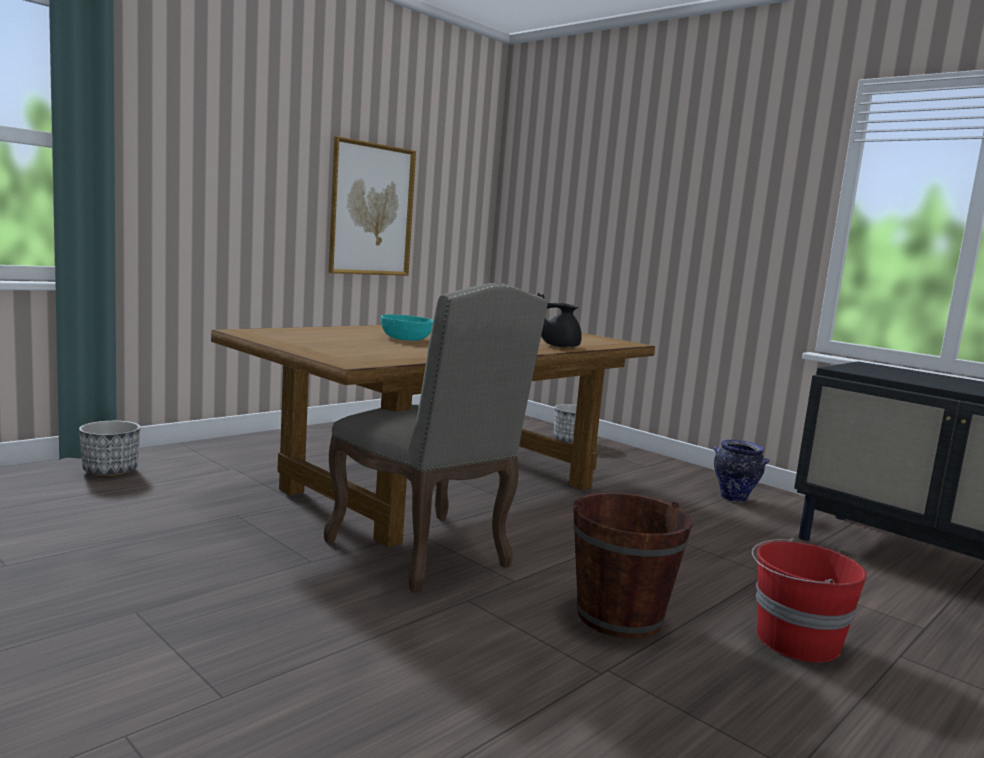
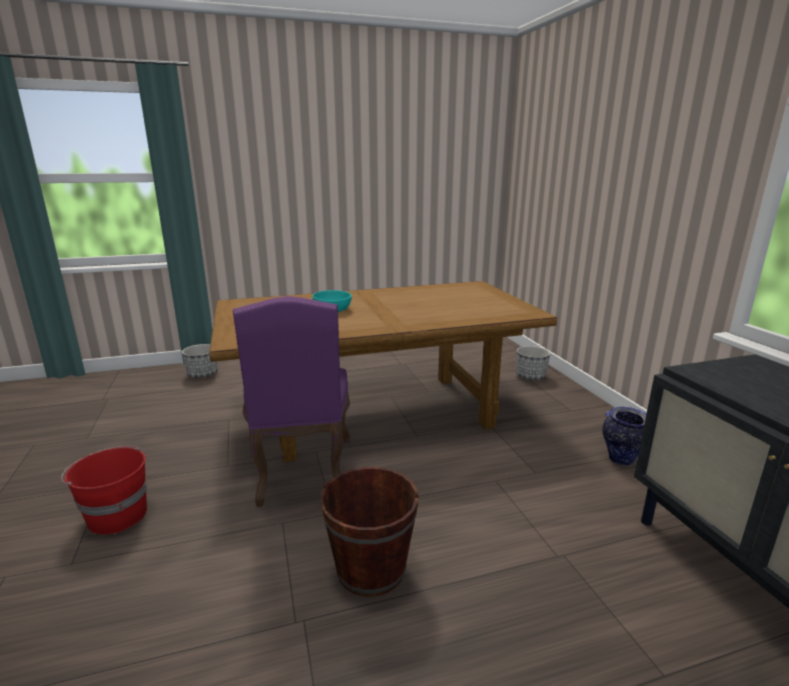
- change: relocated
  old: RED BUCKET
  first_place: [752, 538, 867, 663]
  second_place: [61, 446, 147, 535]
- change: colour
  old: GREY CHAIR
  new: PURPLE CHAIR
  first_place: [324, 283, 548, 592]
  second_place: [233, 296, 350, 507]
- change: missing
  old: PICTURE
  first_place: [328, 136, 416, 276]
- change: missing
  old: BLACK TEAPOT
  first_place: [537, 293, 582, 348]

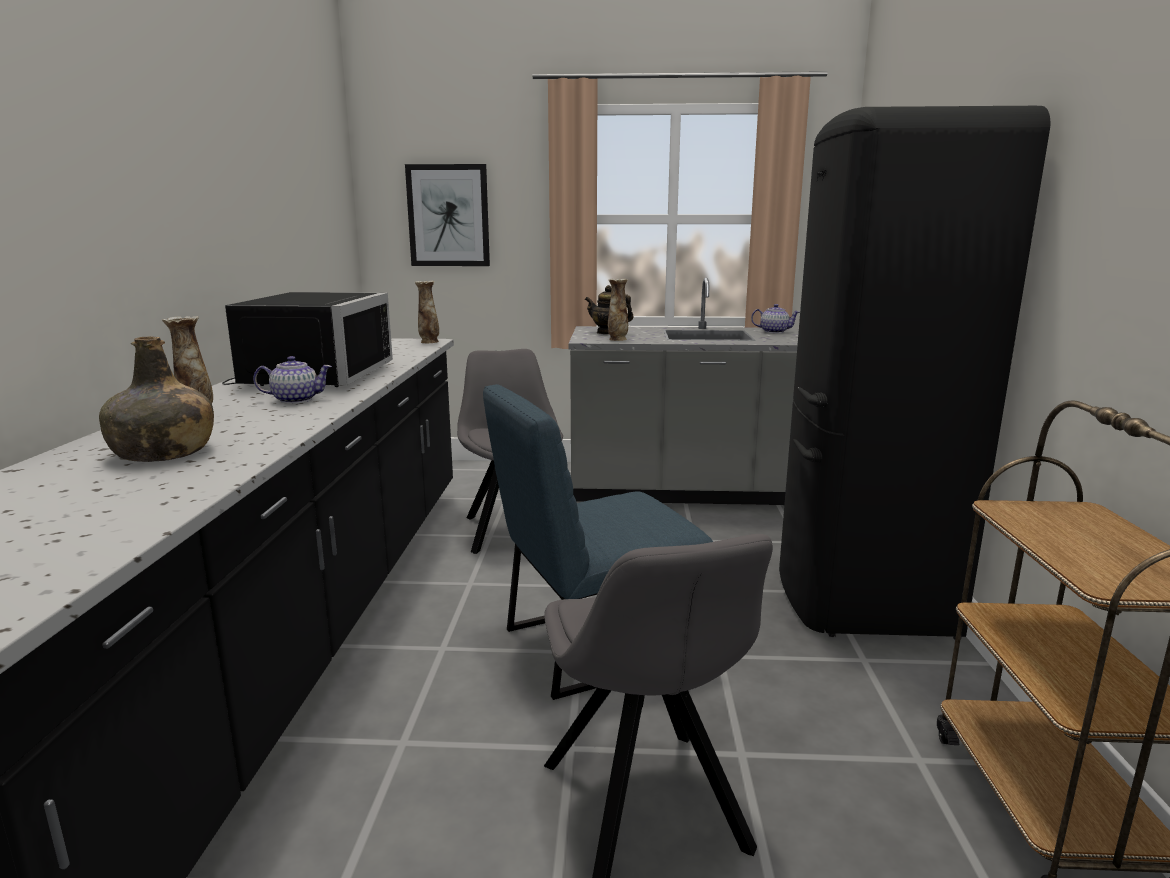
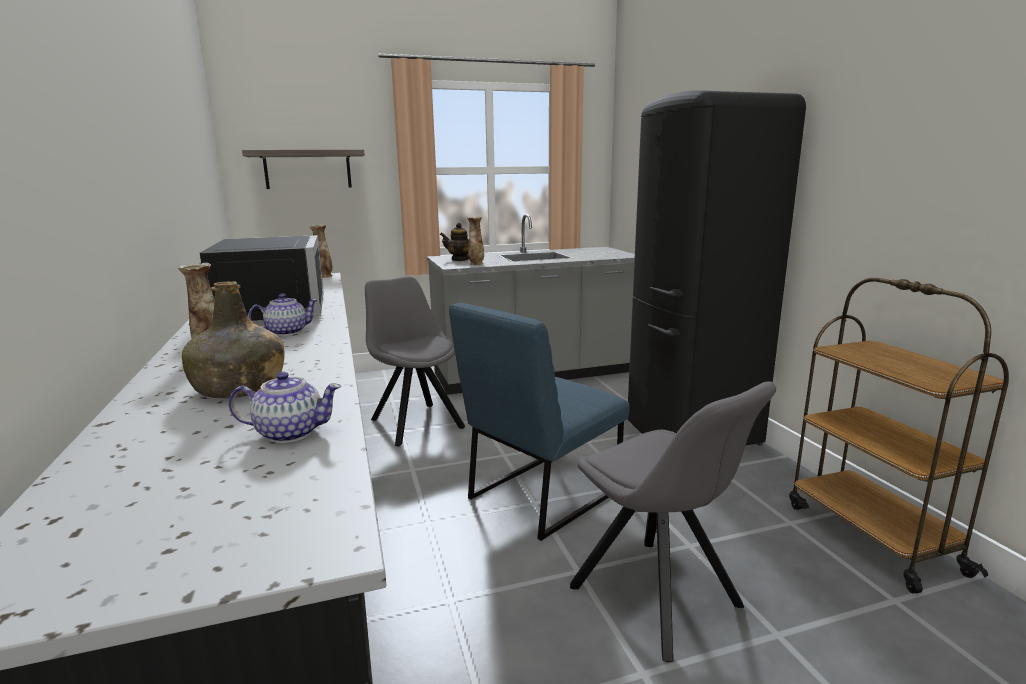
- change: relocated
  old: TEAPOT
  first_place: [751, 304, 800, 333]
  second_place: [229, 372, 341, 443]
- change: exchanged
  old: PICTURE
  new: SHELF
  first_place: [405, 164, 490, 266]
  second_place: [242, 150, 365, 189]

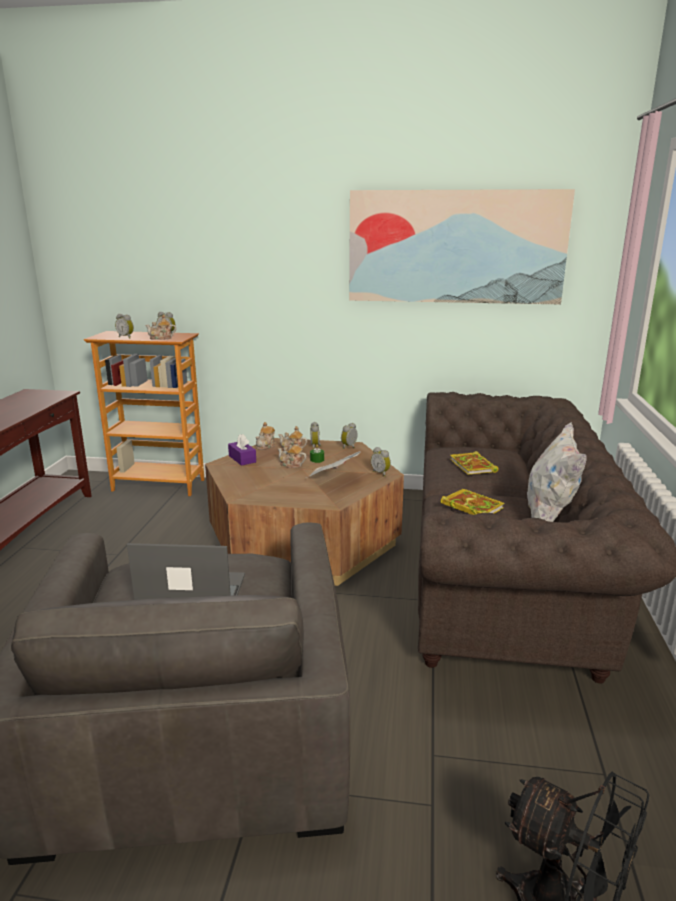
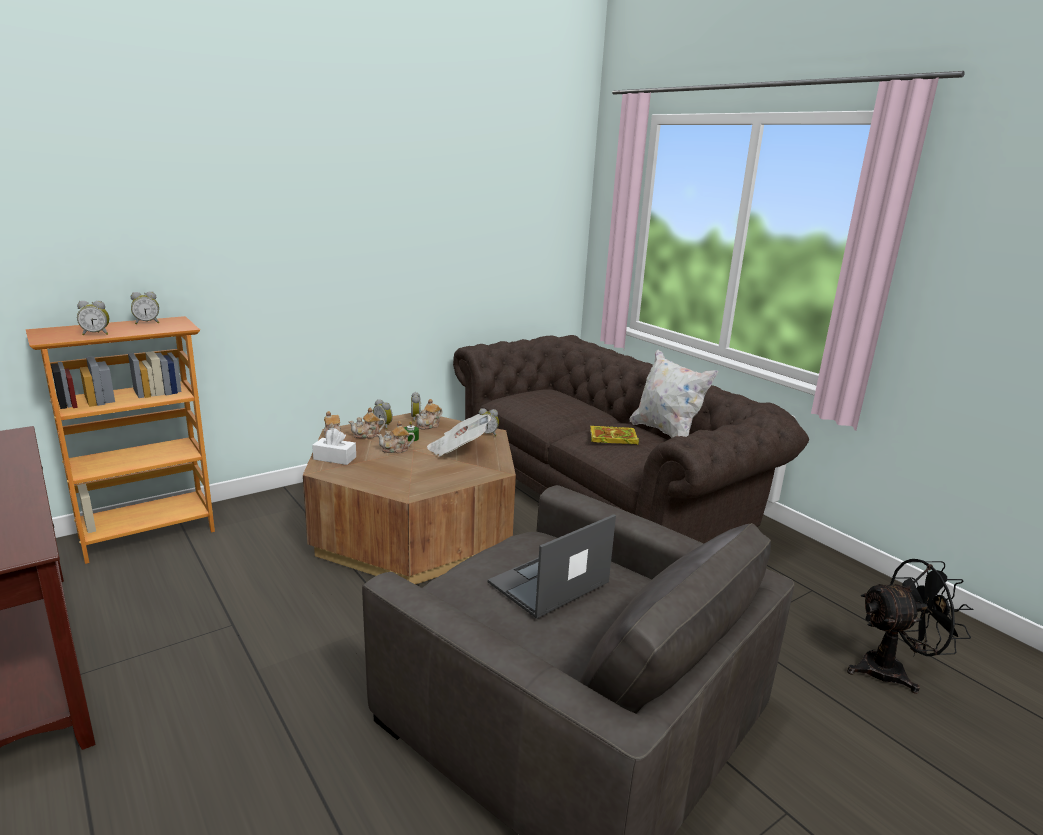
- change: colour
  old: PURPLE TISSUE BOX
  new: WHITE TISSUE BOX
  first_place: [228, 434, 256, 466]
  second_place: [312, 428, 356, 465]
- change: relocated
  old: TEAPOT
  first_place: [145, 314, 176, 340]
  second_place: [416, 399, 442, 430]
- change: missing
  old: PICTURE
  first_place: [349, 189, 575, 304]
- change: missing
  old: BOOK
  first_place: [450, 451, 499, 475]

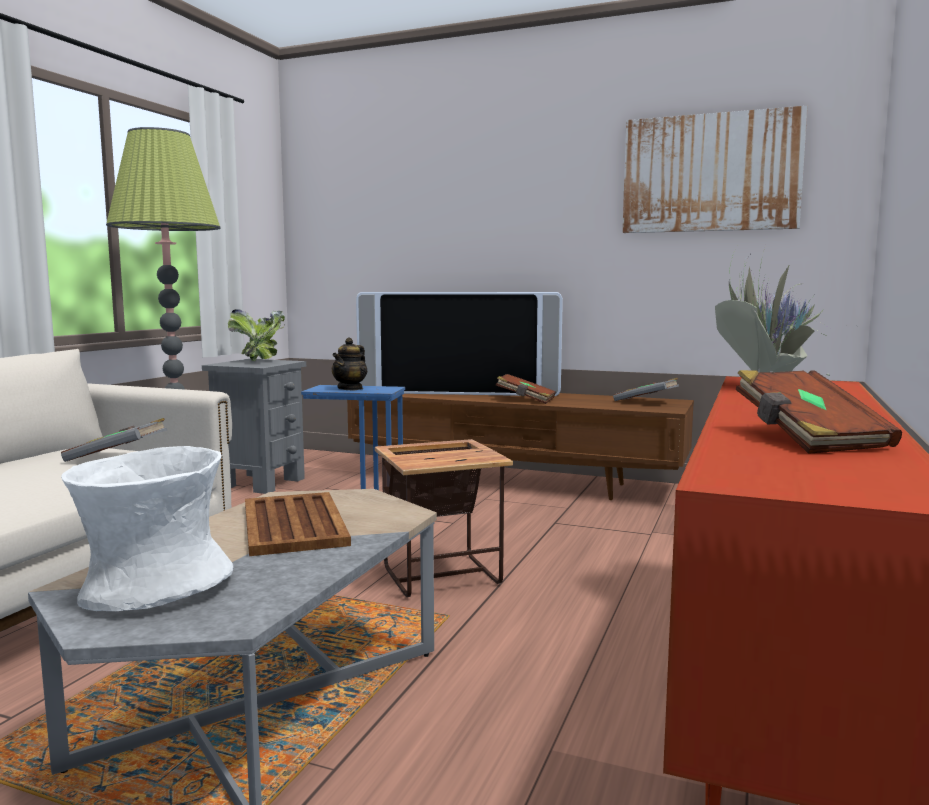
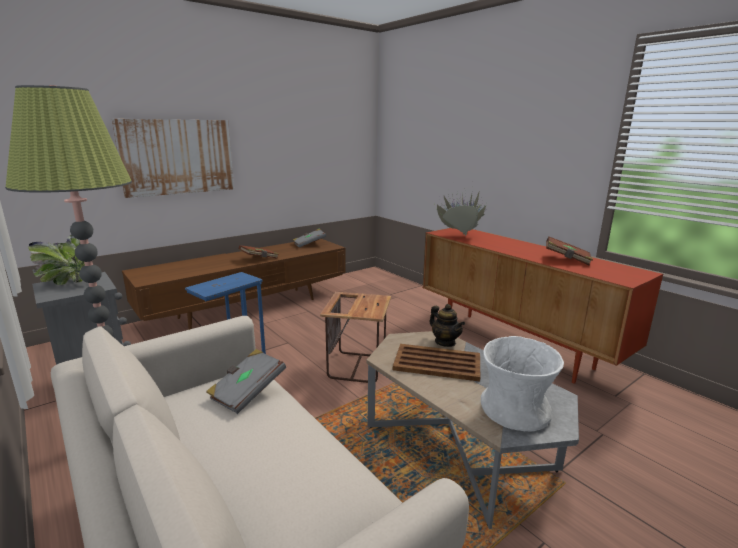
- change: relocated
  old: PICTURE
  first_place: [623, 106, 808, 233]
  second_place: [112, 119, 234, 198]
- change: relocated
  old: TEAPOT
  first_place: [332, 337, 367, 390]
  second_place: [430, 304, 465, 347]
- change: missing
  old: TELEVISION
  first_place: [356, 292, 563, 396]

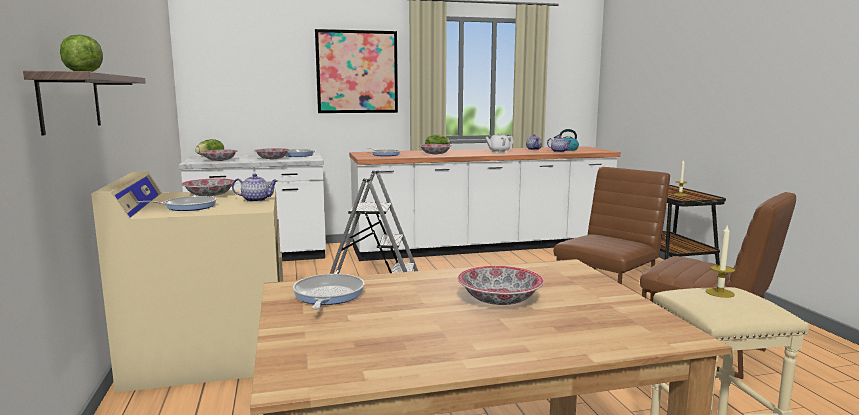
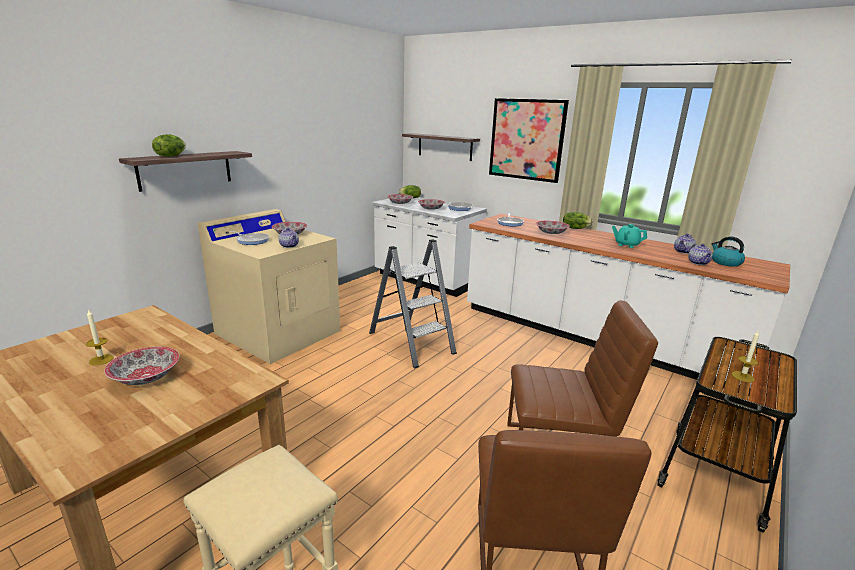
- change: relocated
  old: CANDLE
  first_place: [706, 226, 735, 298]
  second_place: [86, 309, 114, 365]
- change: appeared
  new: SHELF
  second_place: [402, 133, 480, 161]
- change: colour
  old: WHITE TEAPOT
  new: TURQUOISE TEAPOT
  first_place: [485, 133, 514, 153]
  second_place: [612, 224, 647, 248]
- change: missing
  old: FRYING PAN
  first_place: [293, 274, 365, 310]

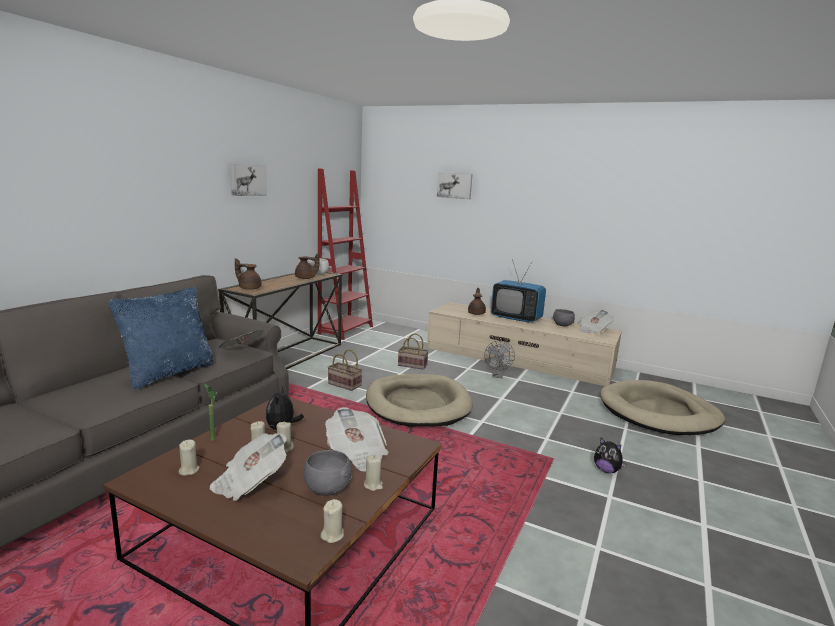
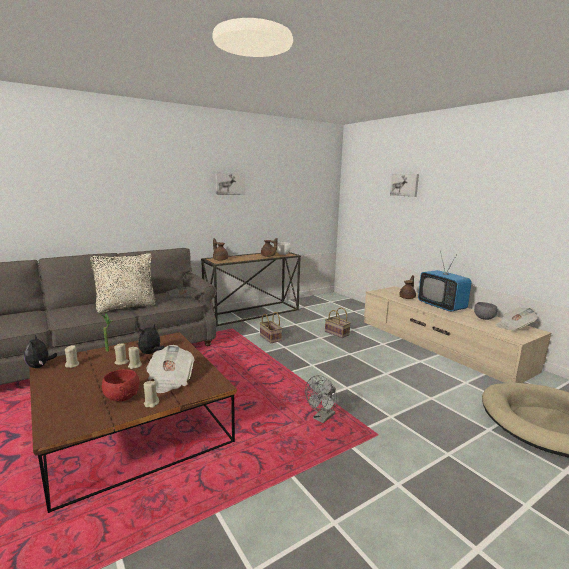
- change: relocated
  old: PLUSH TOY
  first_place: [594, 438, 627, 473]
  second_place: [24, 335, 57, 368]
- change: colour
  old: BLUE PILLOW
  new: BEIGE PILLOW
  first_place: [109, 287, 213, 390]
  second_place: [90, 253, 156, 313]
- change: colour
  old: GREY BOWL
  new: RED BOWL
  first_place: [303, 450, 352, 496]
  second_place: [102, 369, 140, 402]
- change: relocated
  old: GREY FAN
  first_place: [484, 341, 515, 378]
  second_place: [305, 375, 337, 423]
- change: missing
  old: NEWSPAPER
  first_place: [210, 433, 287, 501]
- change: missing
  old: RED BOOKCASE
  first_place: [318, 169, 373, 340]
- change: missing
  old: BEIGE CANDLE
  first_place: [320, 499, 344, 543]
- change: missing
  old: BEIGE DOG BED
  first_place: [366, 374, 473, 427]

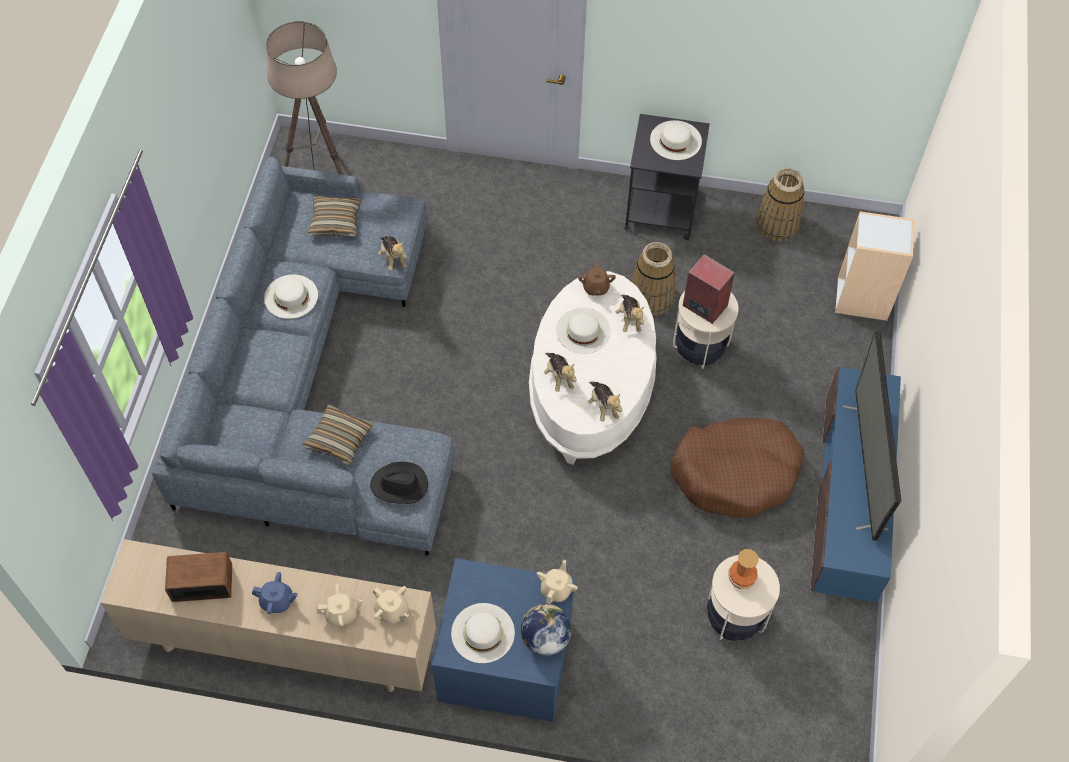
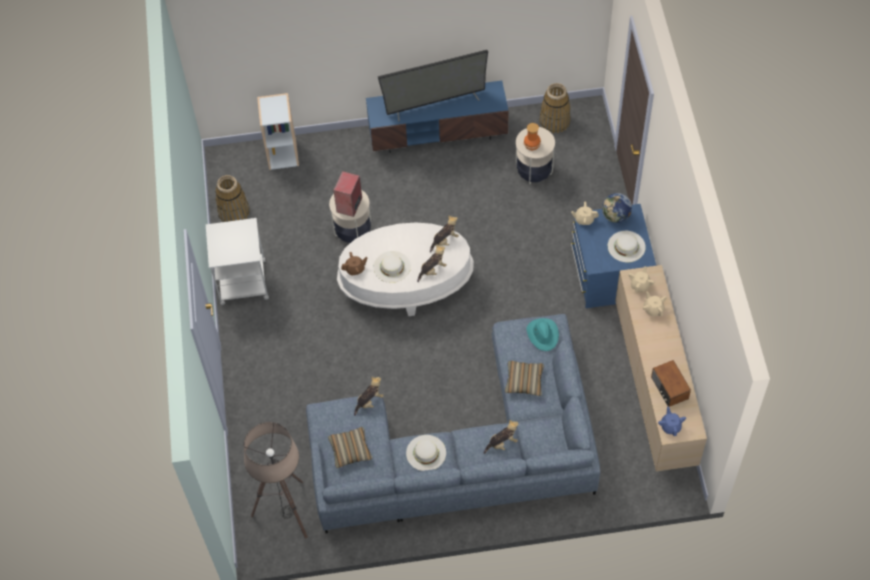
- change: colour
  old: BLACK CART
  new: WHITE CART
  first_place: [625, 114, 710, 240]
  second_place: [206, 218, 269, 305]
- change: relocated
  old: PLUSH TOY
  first_place: [616, 294, 644, 332]
  second_place: [484, 420, 518, 454]
- change: colour
  old: BLACK HAT
  new: TURQUOISE HAT
  first_place: [370, 461, 428, 504]
  second_place: [527, 318, 559, 351]
- change: relocated
  old: BASKET
  first_place: [631, 242, 676, 315]
  second_place: [539, 83, 571, 133]
- change: relocated
  old: BLUE TEAPOT
  first_place: [252, 572, 298, 614]
  second_place: [658, 407, 686, 436]
- change: missing
  old: WHITE HAT
  first_place: [650, 120, 702, 160]
- change: missing
  old: BROWN DOG BED
  first_place: [670, 418, 804, 518]

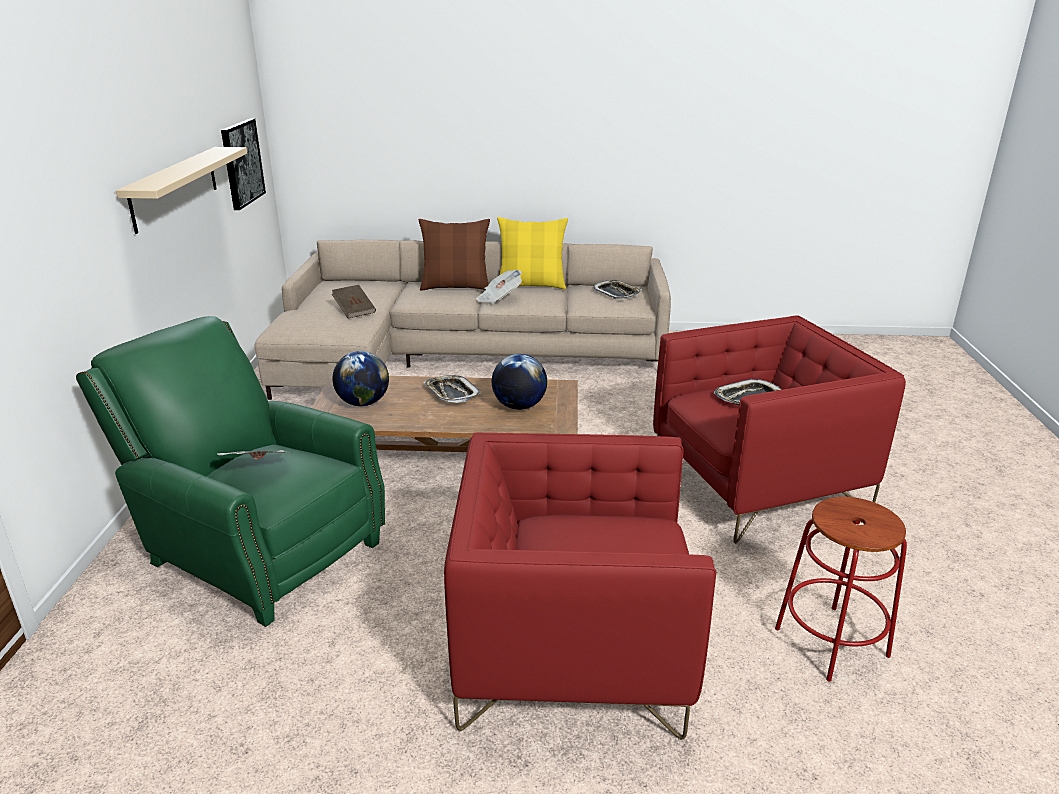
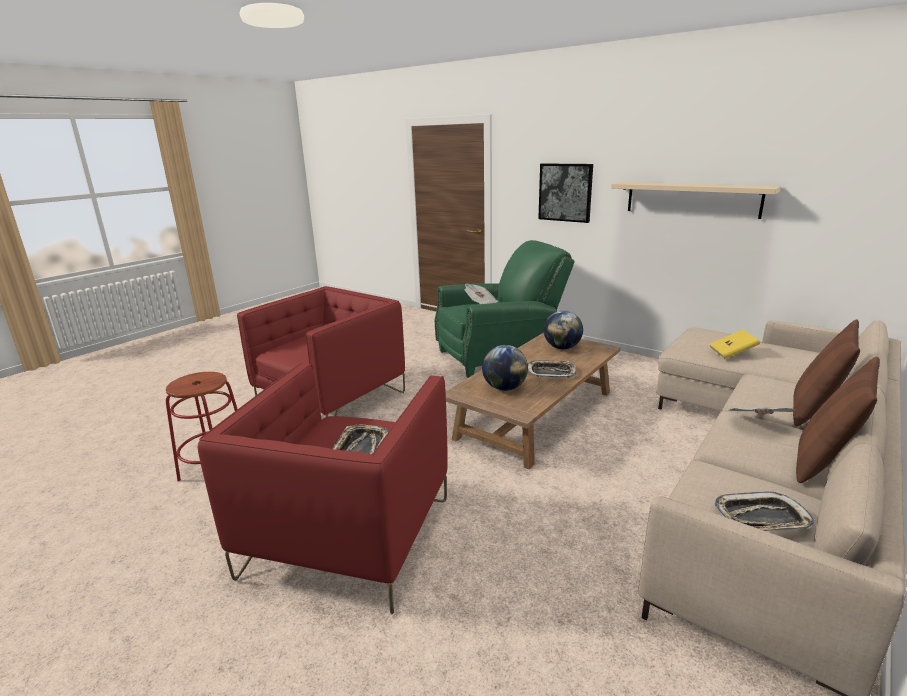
- change: relocated
  old: PICTURE
  first_place: [221, 119, 266, 210]
  second_place: [538, 163, 593, 223]
- change: colour
  old: BROWN BOOK
  new: YELLOW BOOK
  first_place: [332, 285, 376, 318]
  second_place: [709, 330, 760, 359]
- change: colour
  old: YELLOW PILLOW
  new: BROWN PILLOW
  first_place: [497, 217, 568, 289]
  second_place: [796, 357, 880, 483]

